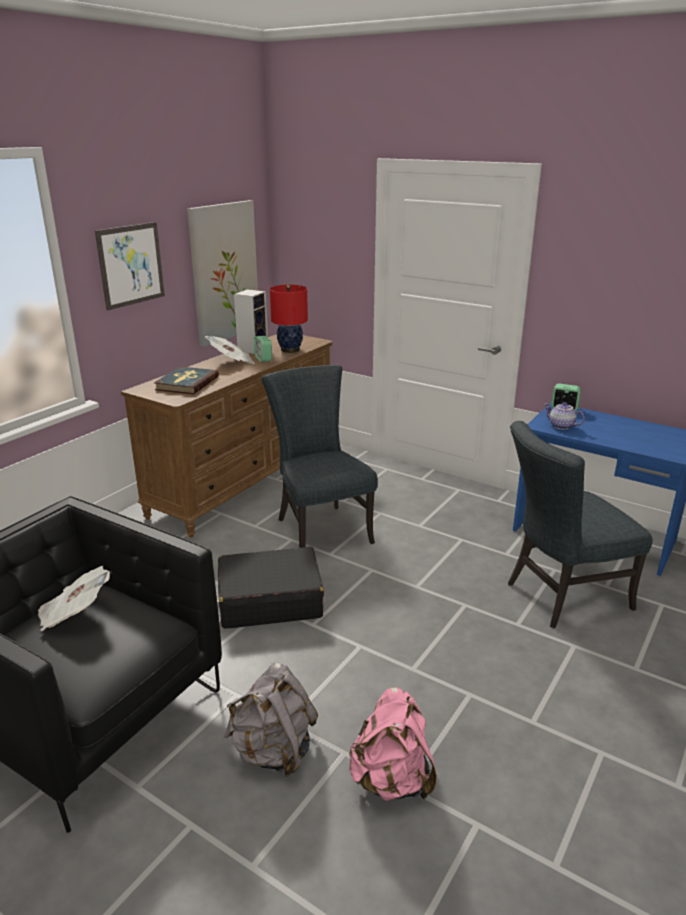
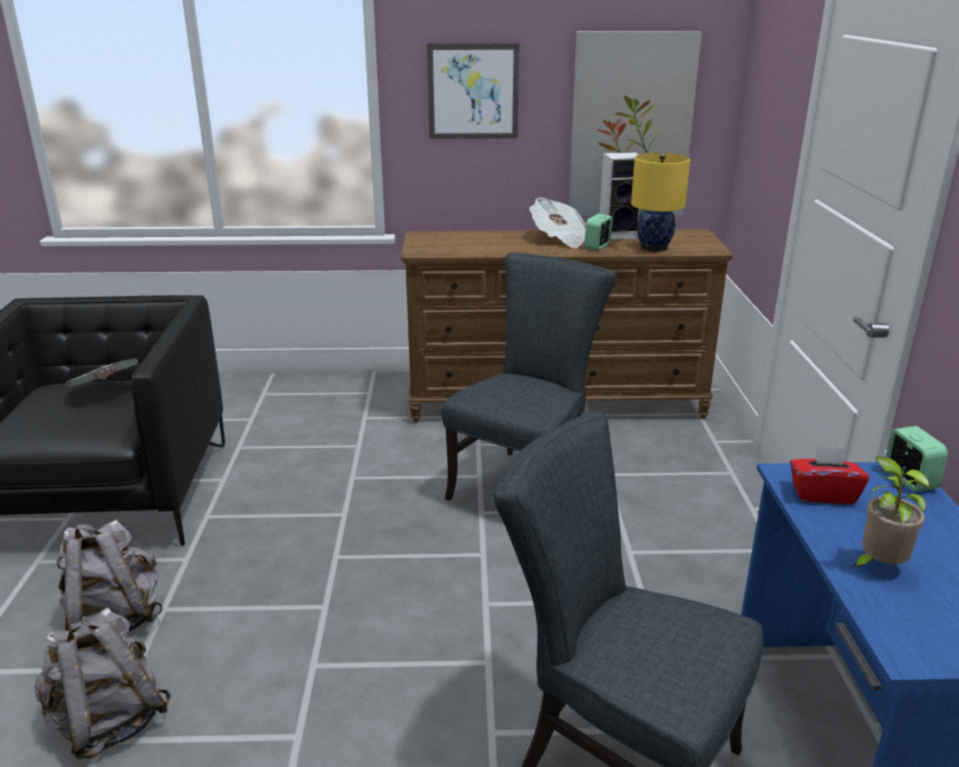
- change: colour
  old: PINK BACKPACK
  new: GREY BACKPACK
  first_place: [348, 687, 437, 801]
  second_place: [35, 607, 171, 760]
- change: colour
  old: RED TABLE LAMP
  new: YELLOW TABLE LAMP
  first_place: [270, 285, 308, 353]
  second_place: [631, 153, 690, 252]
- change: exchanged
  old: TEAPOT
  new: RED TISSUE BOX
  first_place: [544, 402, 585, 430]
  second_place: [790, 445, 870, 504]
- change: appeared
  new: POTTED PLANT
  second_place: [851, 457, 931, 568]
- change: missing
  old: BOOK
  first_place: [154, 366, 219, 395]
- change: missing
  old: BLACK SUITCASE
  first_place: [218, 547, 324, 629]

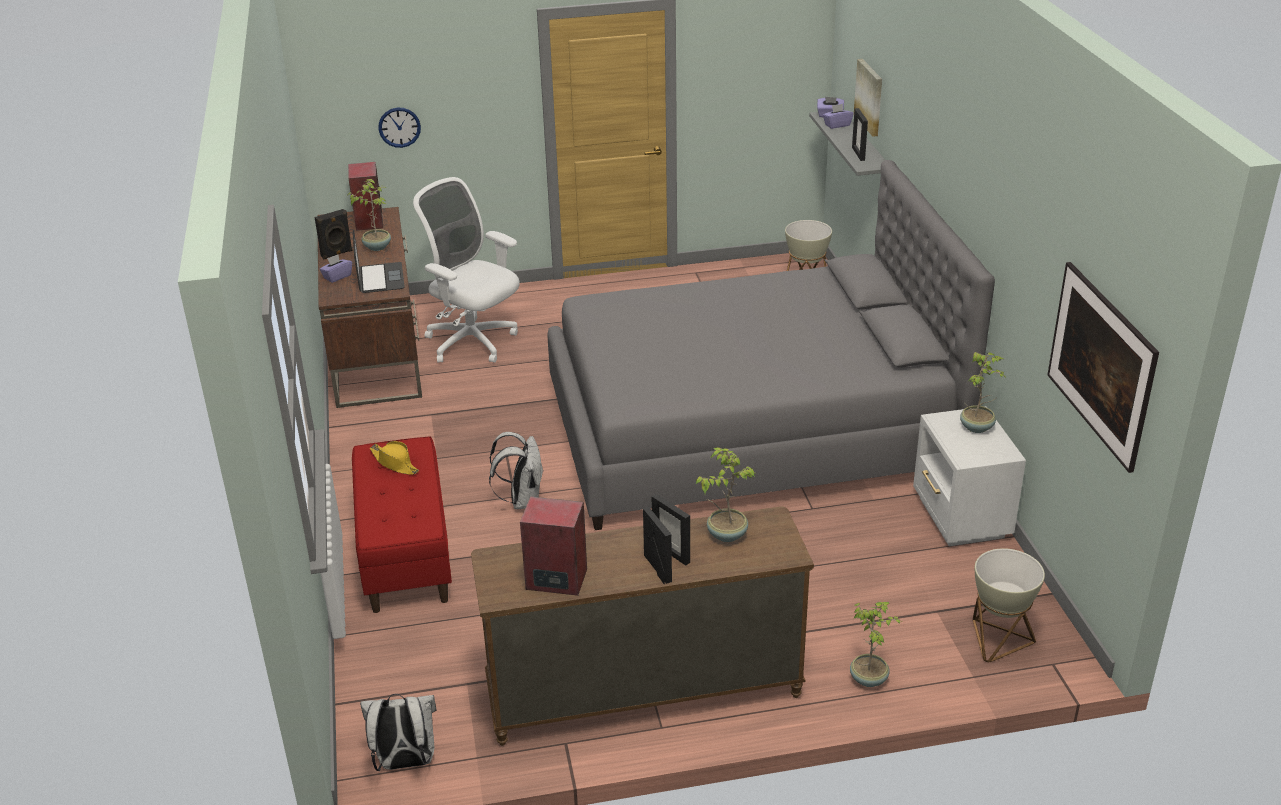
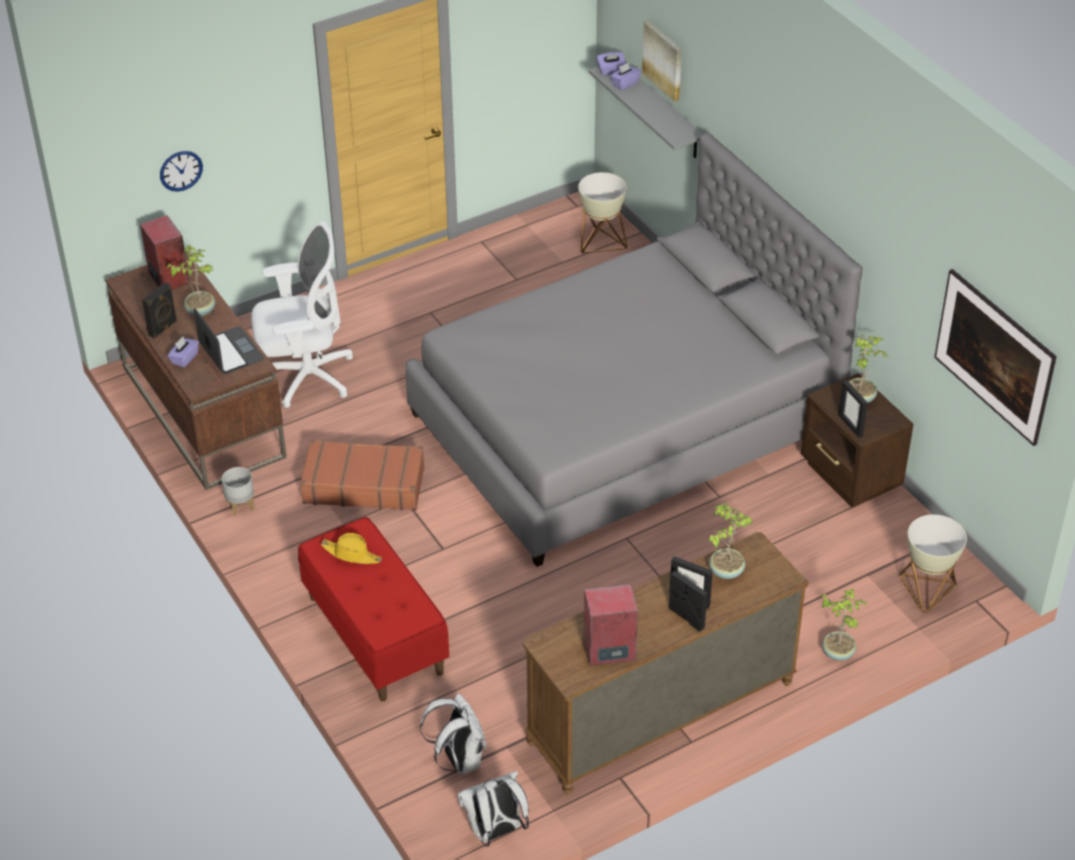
- change: appeared
  new: GREY PLANTER
  second_place: [222, 467, 255, 516]
- change: spun
  old: WHITE OFFICE CHAIR
  first_place: [413, 177, 520, 363]
  second_place: [251, 221, 353, 408]
  degrees: 150
- change: appeared
  new: BROWN SUITCASE
  second_place: [300, 440, 424, 511]
- change: relocated
  old: WHITE BACKPACK
  first_place: [489, 432, 544, 509]
  second_place: [420, 693, 486, 775]
- change: colour
  old: WHITE NIGHTSTAND
  new: BROWN NIGHTSTAND
  first_place: [913, 406, 1026, 546]
  second_place: [801, 373, 914, 507]
- change: relocated
  old: PICTURE FRAME
  first_place: [852, 108, 868, 161]
  second_place: [838, 380, 868, 438]

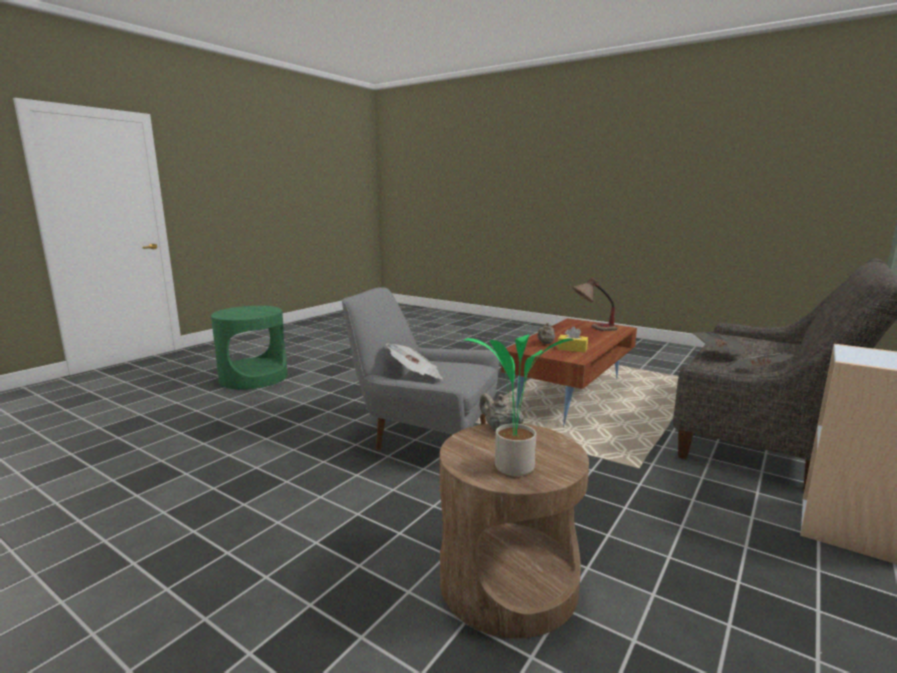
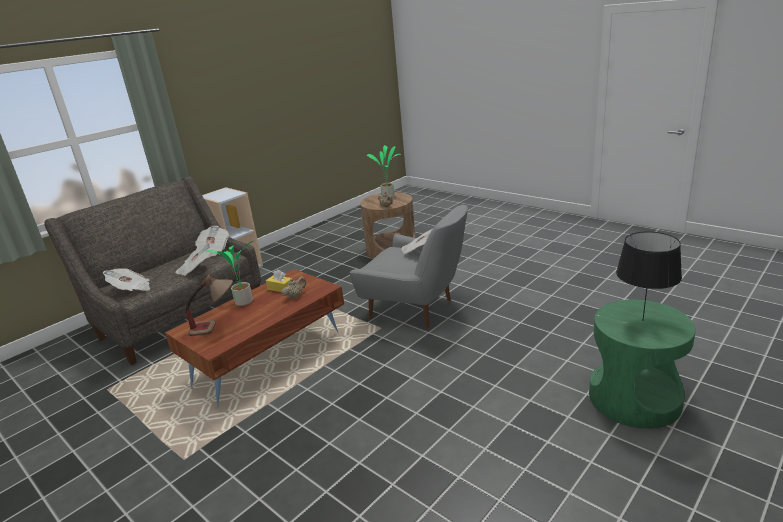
- change: appeared
  new: NEWSPAPER
  second_place: [103, 268, 150, 291]
- change: appeared
  new: POTTED PLANT
  second_place: [206, 241, 253, 306]
- change: appeared
  new: BLACK TABLE LAMP
  second_place: [616, 232, 682, 320]

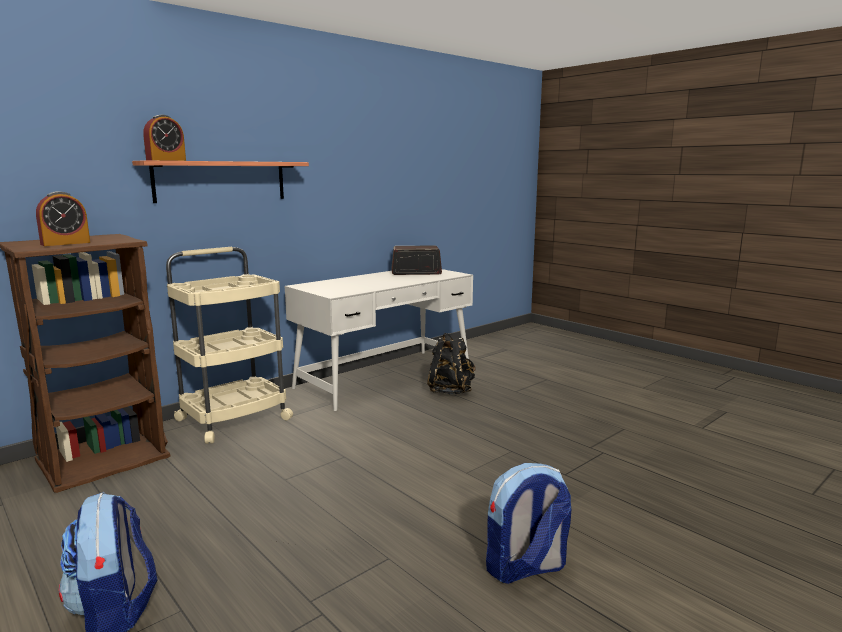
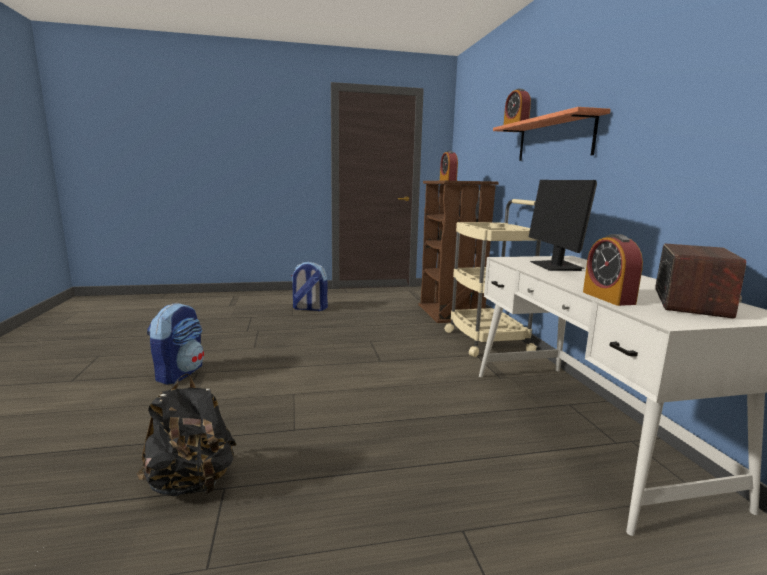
- change: relocated
  old: BLACK BACKPACK
  first_place: [427, 333, 475, 395]
  second_place: [137, 373, 237, 496]
- change: appeared
  new: MONITOR
  second_place: [529, 180, 597, 271]
- change: appeared
  new: ALARM CLOCK
  second_place: [583, 234, 643, 306]

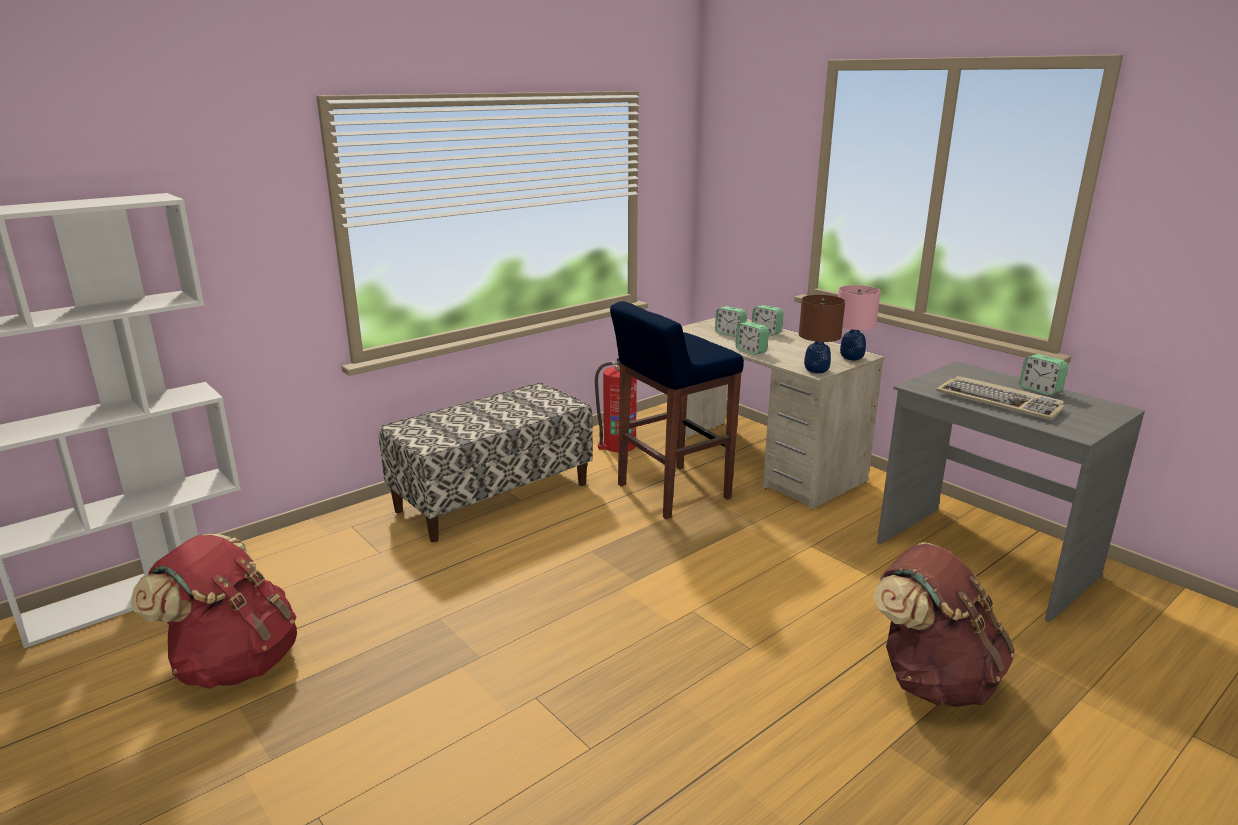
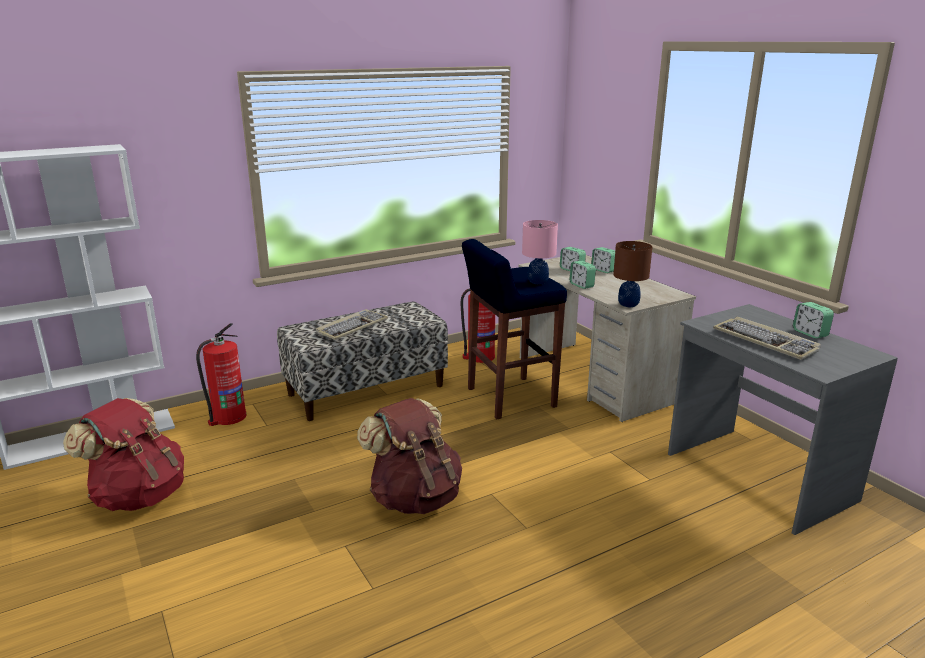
- change: appeared
  new: FIRE EXTINGUISHER
  second_place: [196, 323, 247, 426]
- change: appeared
  new: KEYBOARD
  second_place: [316, 309, 388, 340]
- change: relocated
  old: BROWN BACKPACK
  first_place: [873, 542, 1015, 707]
  second_place: [357, 398, 462, 514]
- change: relocated
  old: PINK TABLE LAMP
  first_place: [838, 285, 881, 361]
  second_place: [522, 220, 558, 285]

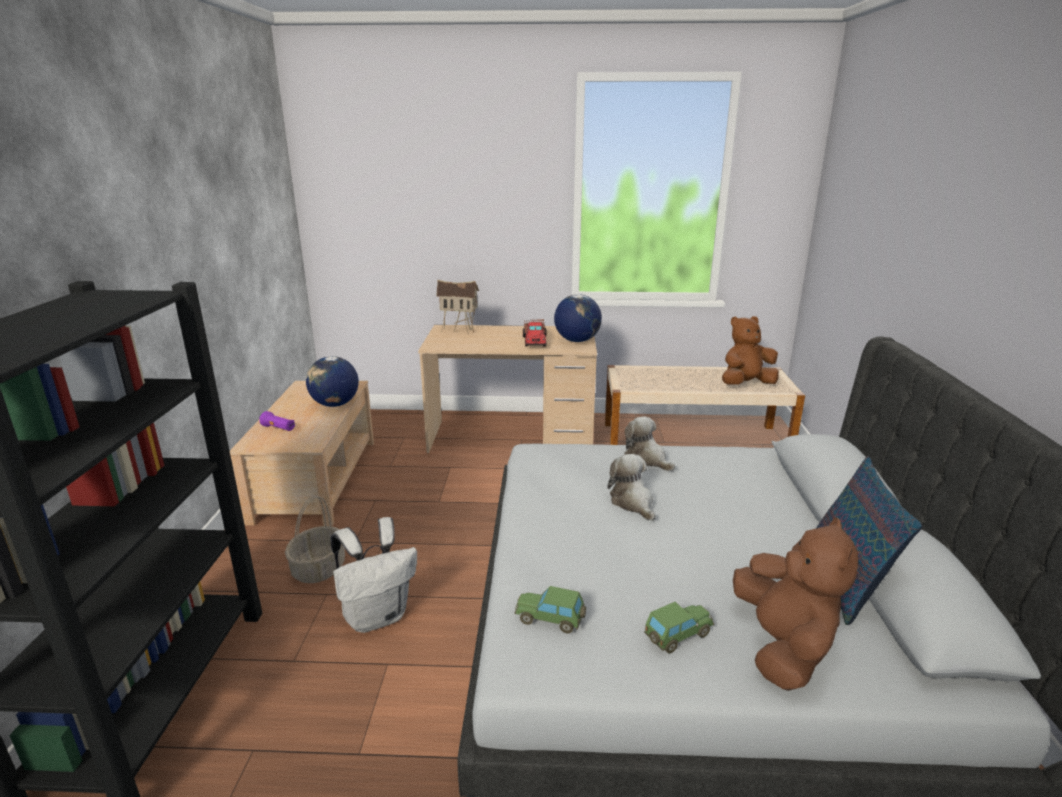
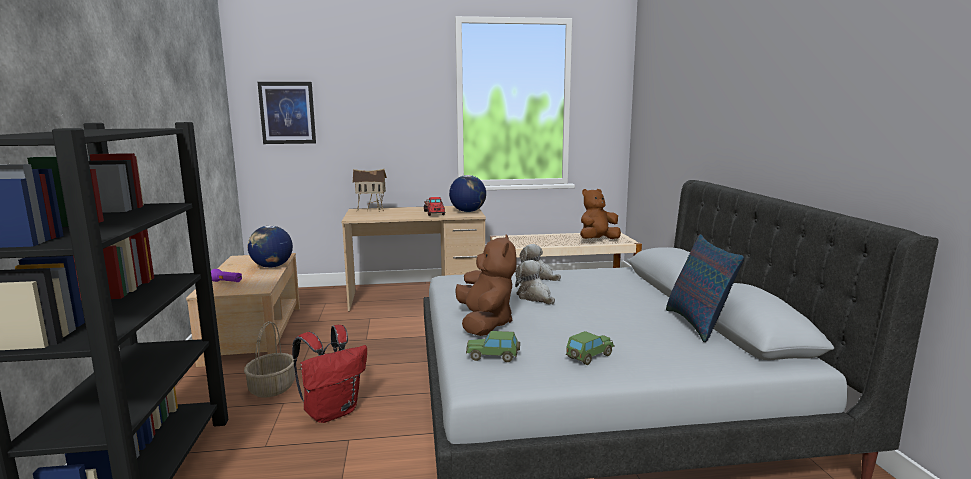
- change: appeared
  new: PICTURE
  second_place: [258, 82, 316, 144]
- change: colour
  old: WHITE BACKPACK
  new: RED BACKPACK
  first_place: [330, 517, 417, 633]
  second_place: [292, 325, 367, 423]
- change: relocated
  old: BROWN PLUSH TOY
  first_place: [733, 517, 858, 691]
  second_place: [455, 234, 516, 336]

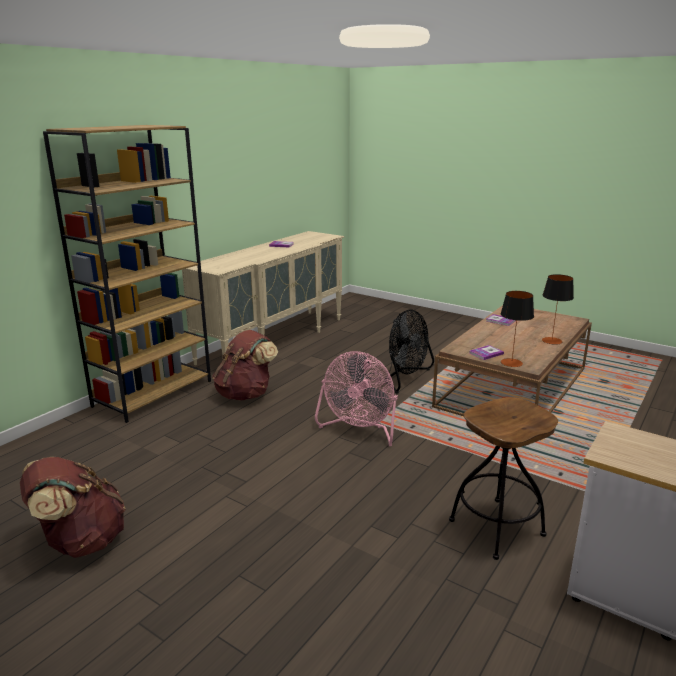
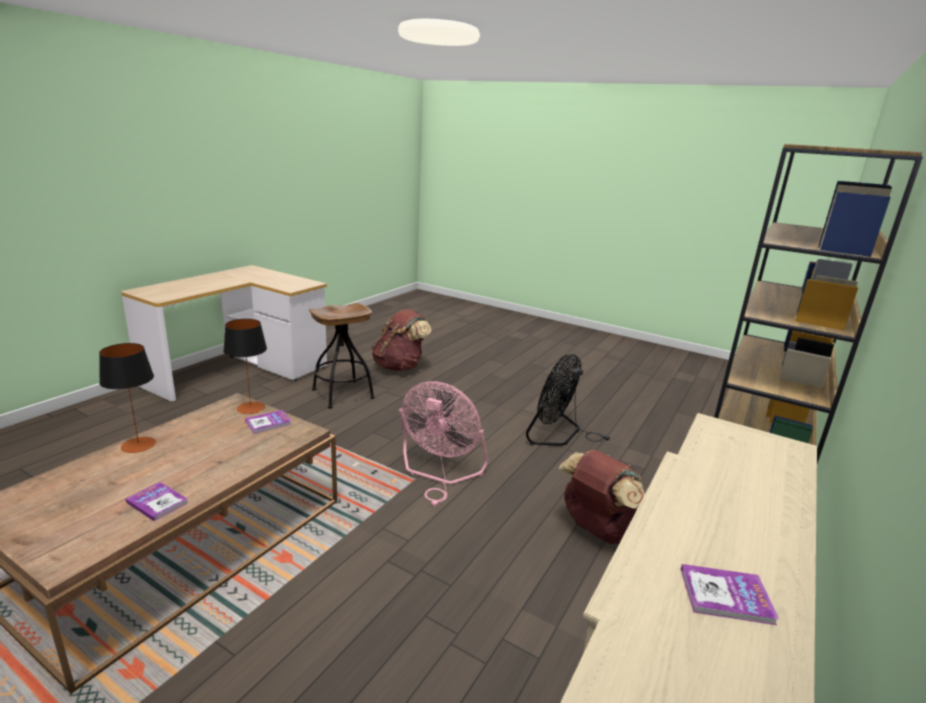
- change: relocated
  old: BROWN BACKPACK
  first_place: [20, 457, 126, 558]
  second_place: [371, 309, 431, 371]
- change: relocated
  old: BLACK FAN
  first_place: [365, 309, 434, 394]
  second_place: [526, 354, 610, 446]

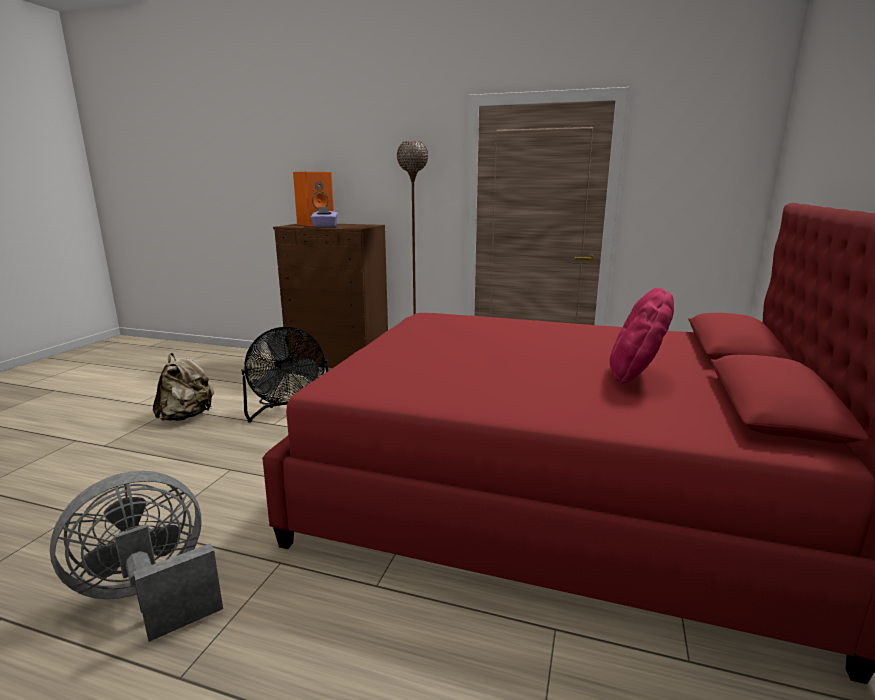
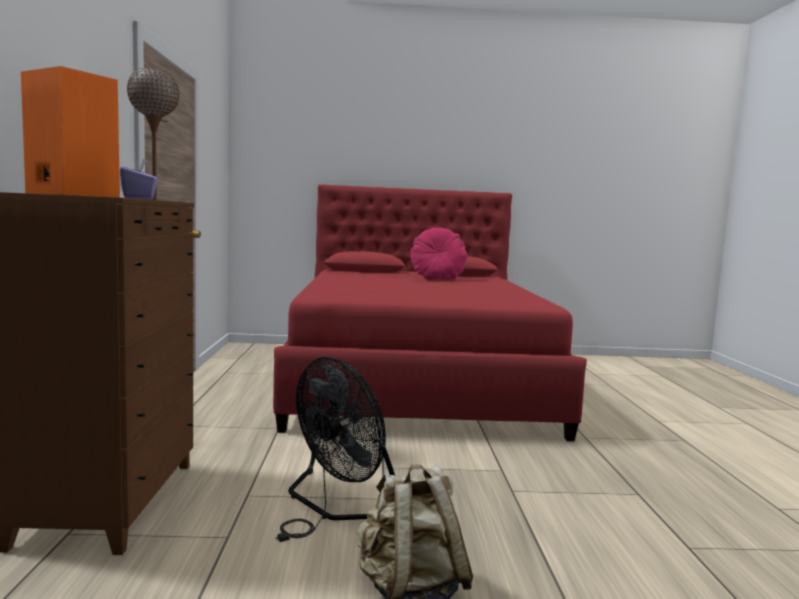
- change: missing
  old: GREY FAN
  first_place: [50, 471, 223, 642]

